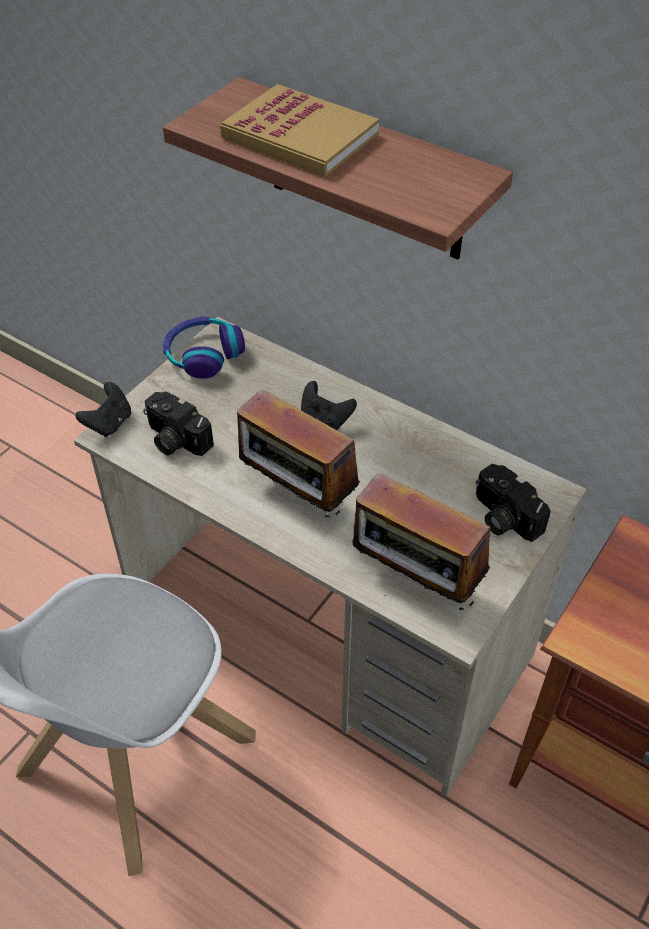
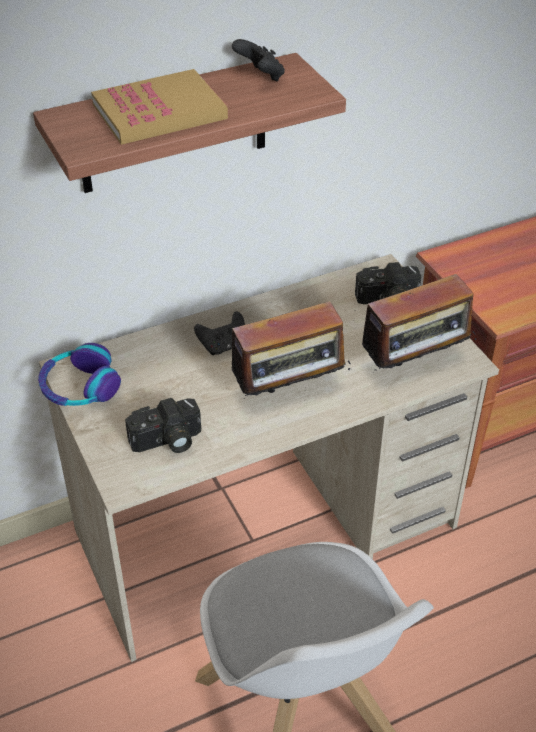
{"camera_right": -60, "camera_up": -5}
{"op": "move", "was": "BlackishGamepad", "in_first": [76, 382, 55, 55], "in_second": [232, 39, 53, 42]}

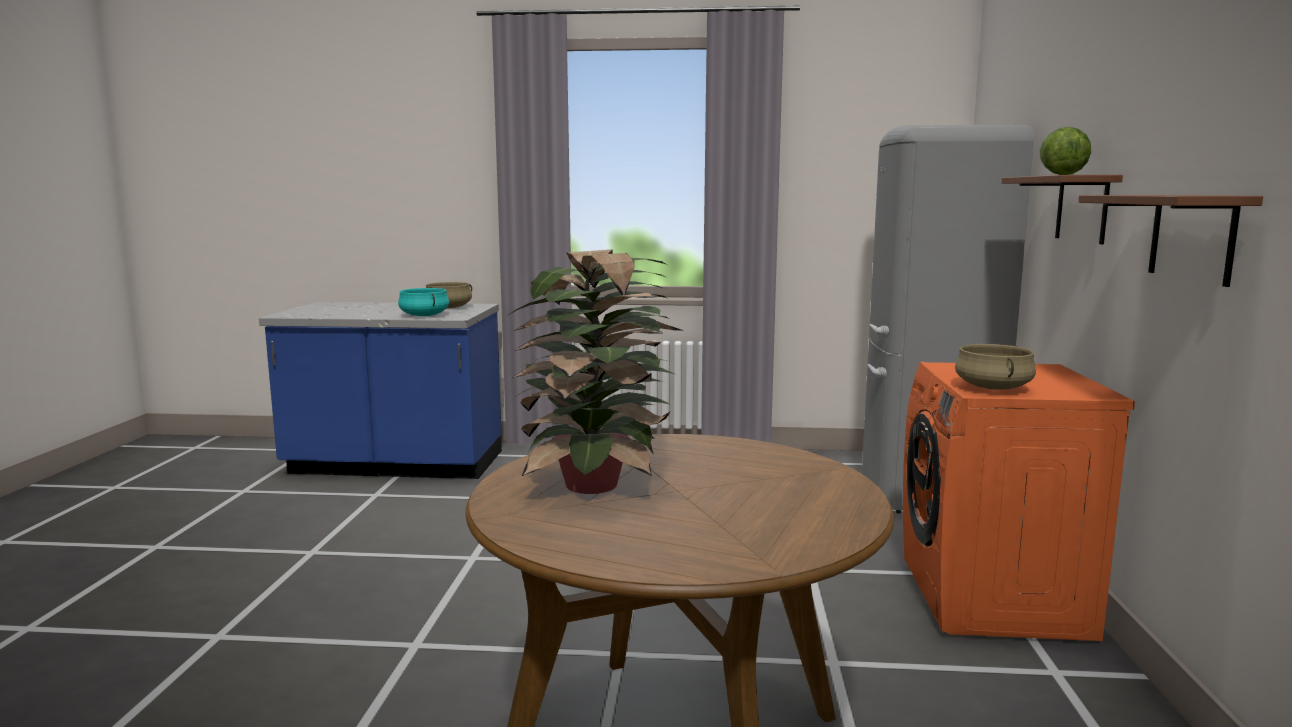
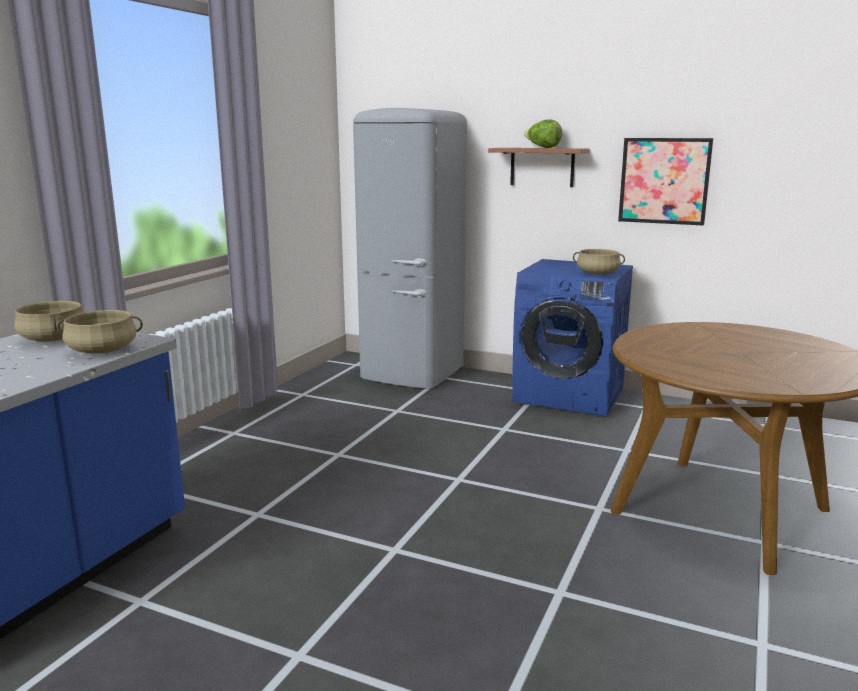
{"camera_right": -70, "camera_up": 5}
{"op": "delete", "was": "Houseplant", "in_first": [507, 249, 177, 245]}
{"op": "replace", "was": "BrownShelf", "now": "Picture", "in_first": [1078, 195, 185, 92], "in_second": [618, 138, 95, 88]}
{"op": "recolor", "was": "TurquoiseColouredCookingPot", "now": "BeigeColouredCookingPot", "in_first": [398, 288, 51, 28], "in_second": [57, 310, 86, 44]}
{"op": "recolor", "was": "OrangeyLaundryAppliance", "now": "BluishLaundryAppliance", "in_first": [903, 362, 232, 279], "in_second": [512, 259, 121, 157]}

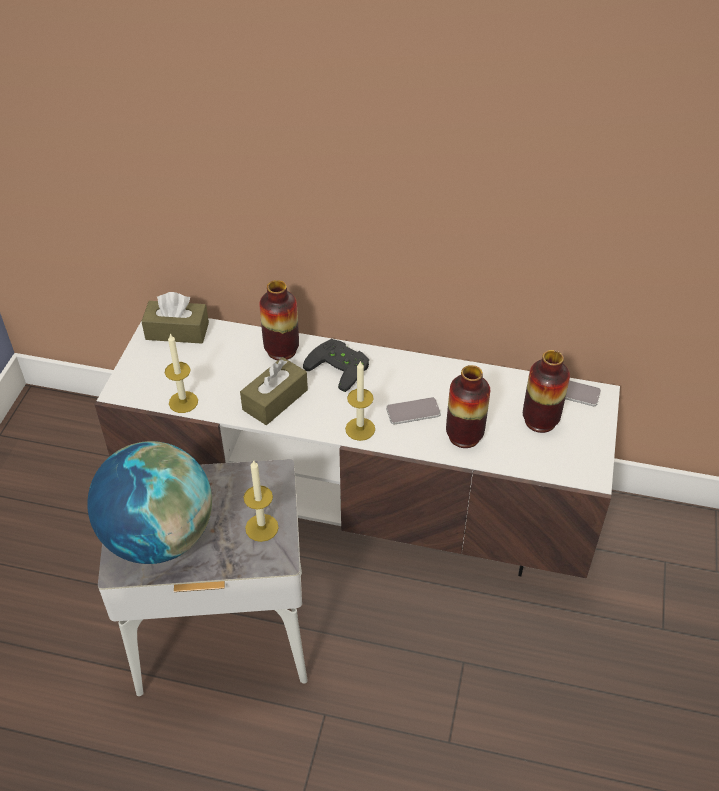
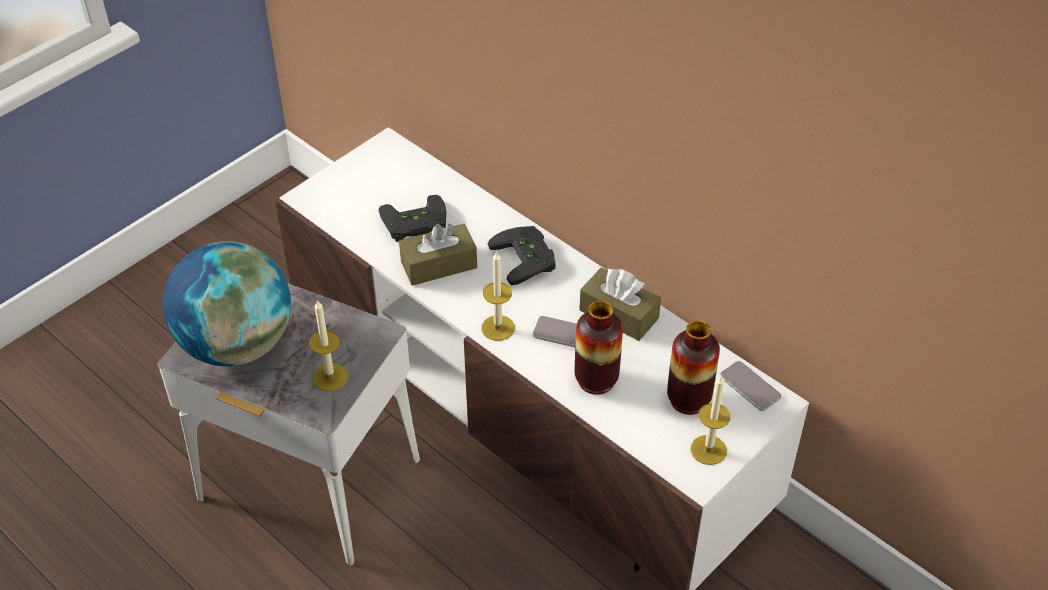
{"camera_right": 30, "camera_up": 0}
{"op": "delete", "was": "FlowerVase", "in_first": [259, 280, 40, 80]}
{"op": "insert", "now": "BlackishGamepad", "in_second": [378, 195, 68, 47]}
{"op": "move", "was": "BrownBoxOfTissues", "in_first": [141, 292, 68, 52], "in_second": [579, 268, 82, 73]}
{"op": "move", "was": "WaxCandle", "in_first": [165, 334, 33, 79], "in_second": [691, 376, 39, 89]}

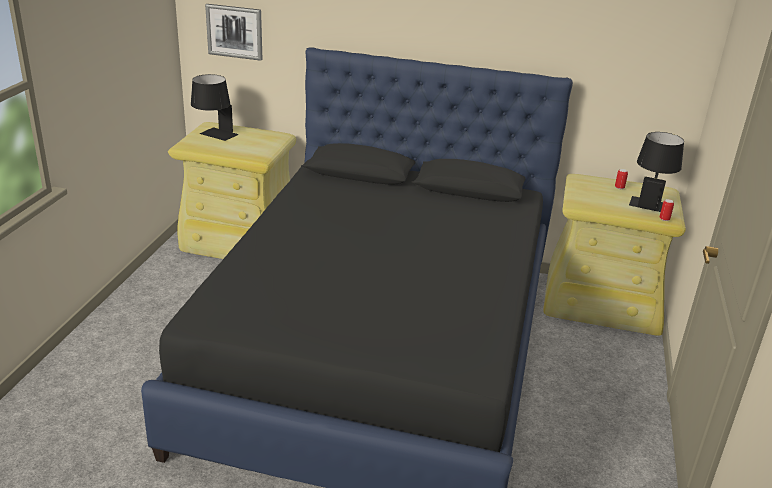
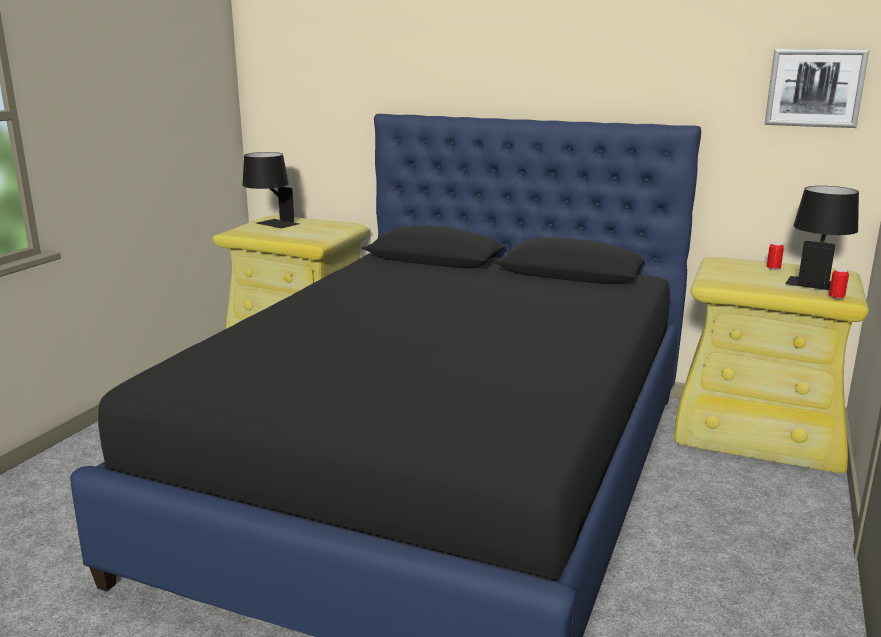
{"camera_right": 10, "camera_up": -10}
{"op": "move", "was": "Picture", "in_first": [205, 4, 57, 57], "in_second": [765, 49, 105, 79]}

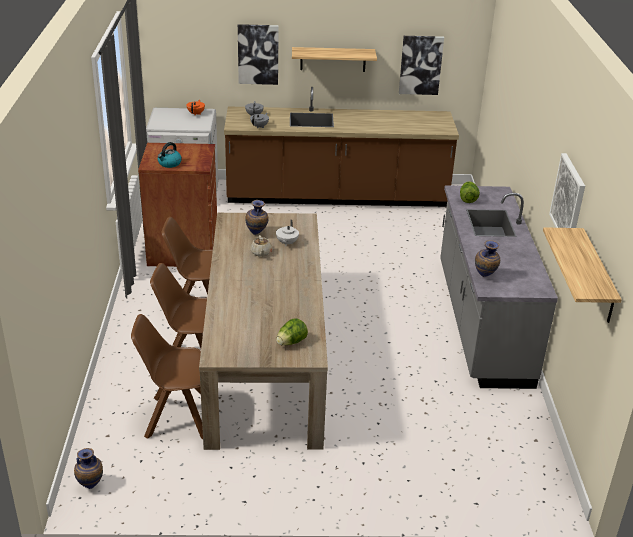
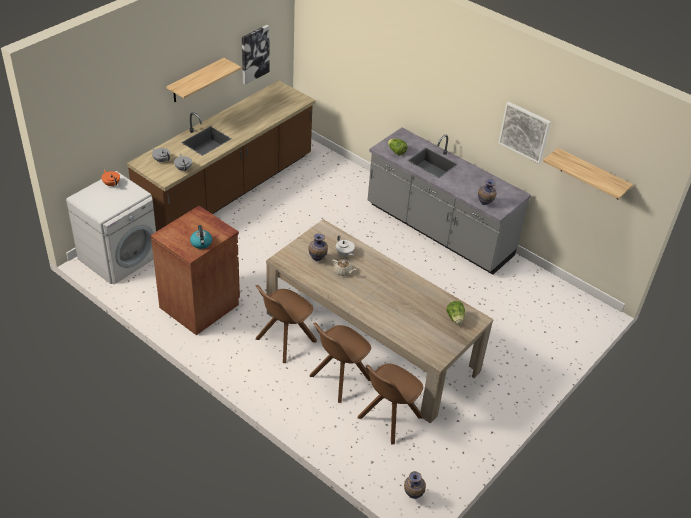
{"camera_right": -50, "camera_up": 10}
{"op": "delete", "was": "Picture", "in_first": [238, 24, 41, 61]}

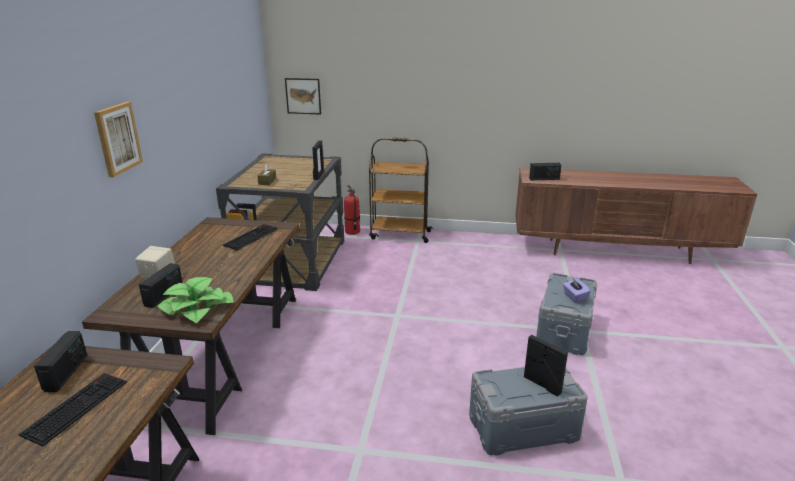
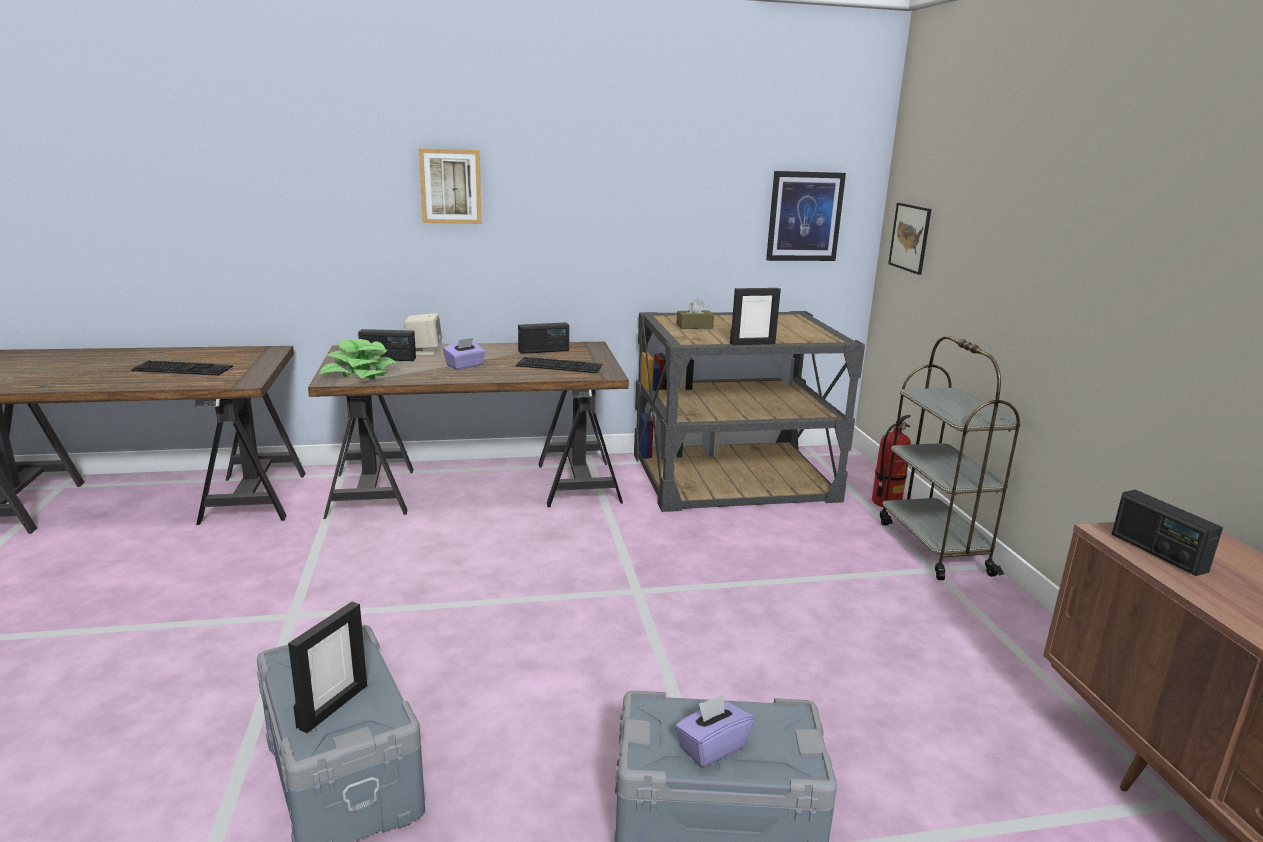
{"camera_right": 70, "camera_up": -5}
{"op": "insert", "now": "PurplishBoxOfTissues", "in_second": [443, 338, 43, 32]}
{"op": "insert", "now": "Picture", "in_second": [766, 171, 80, 90]}
{"op": "move", "was": "Radio", "in_first": [34, 331, 53, 61], "in_second": [518, 323, 51, 31]}
{"op": "recolor", "was": "BrownTrolley", "now": "GreyTrolley", "in_first": [369, 137, 64, 106], "in_second": [880, 336, 141, 244]}

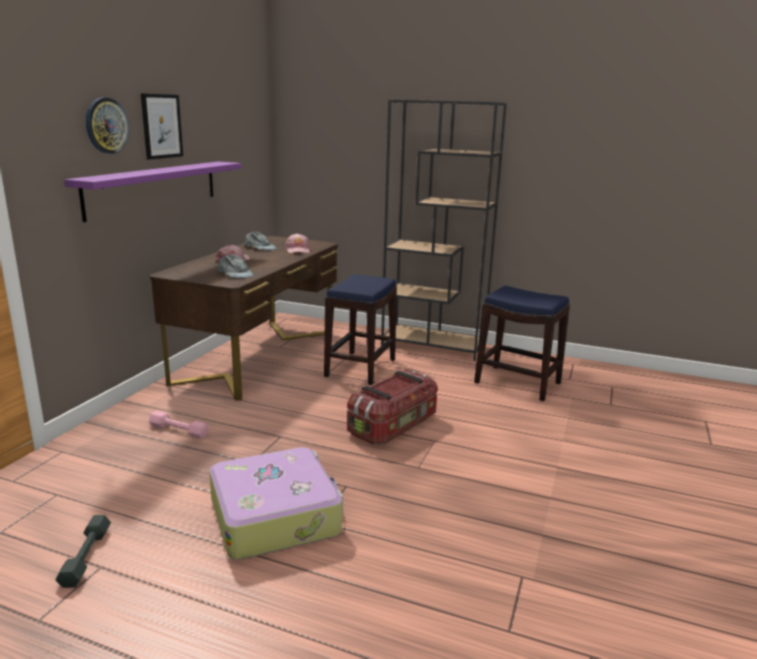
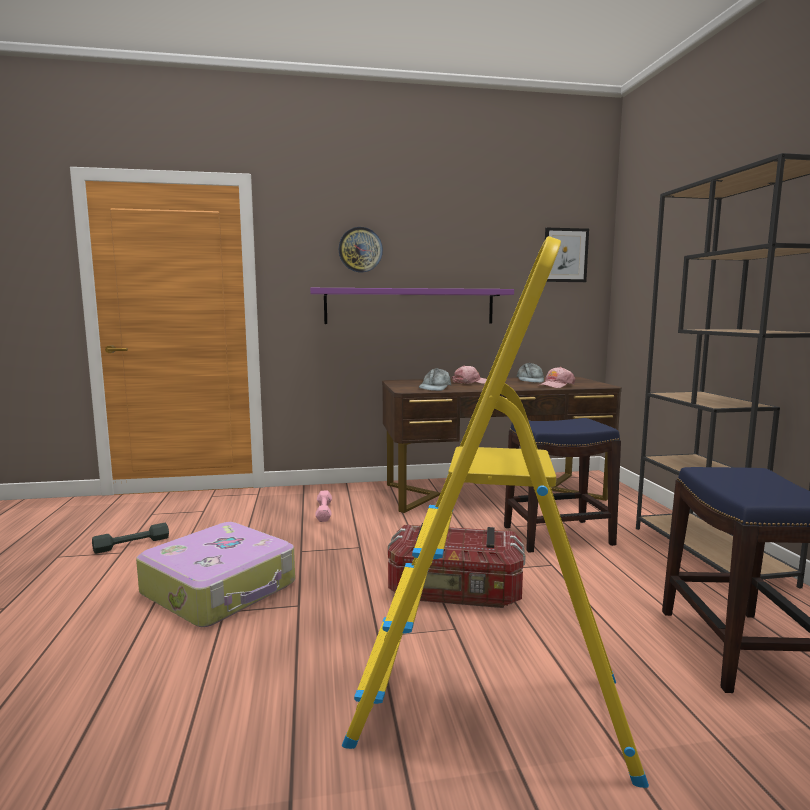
{"camera_right": 60, "camera_up": -10}
{"op": "insert", "now": "YellowishStepStool", "in_second": [342, 236, 307, 552]}
{"op": "move", "was": "Picture", "in_first": [141, 94, 42, 66], "in_second": [545, 228, 44, 54]}

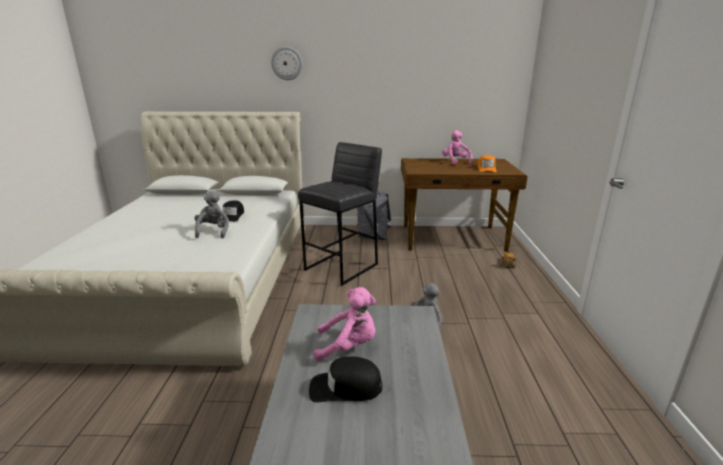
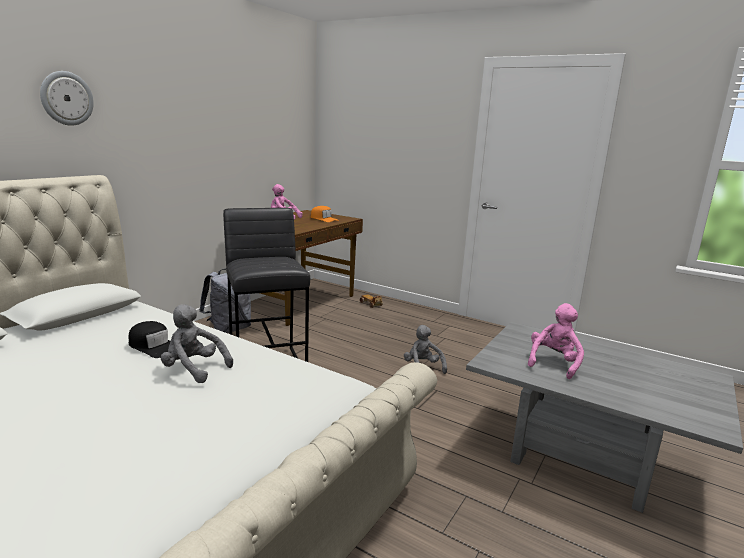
{"camera_right": -60, "camera_up": -5}
{"op": "delete", "was": "BlackishCap", "in_first": [309, 357, 73, 45]}

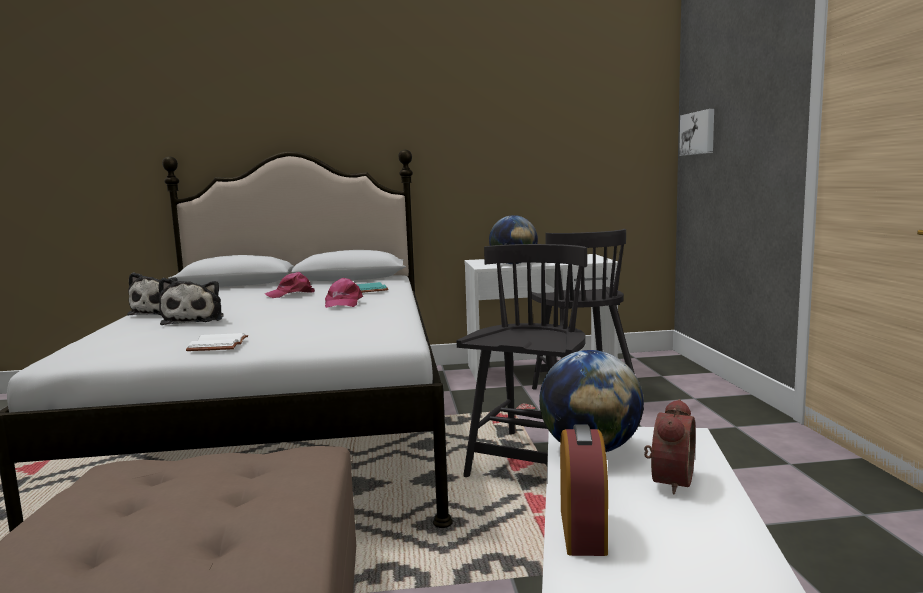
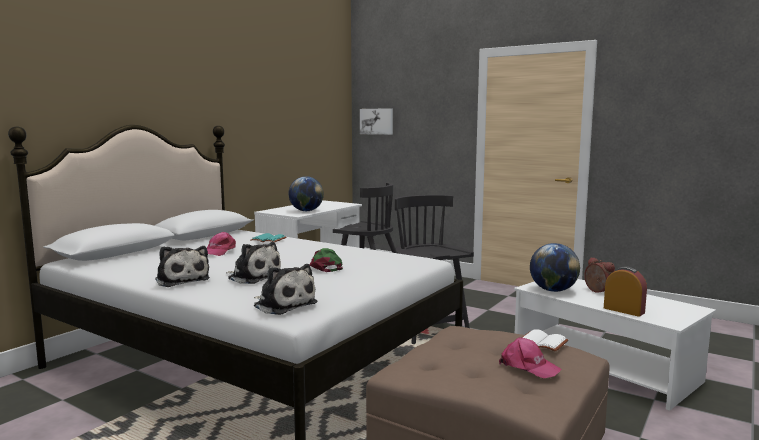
{"camera_right": -50, "camera_up": 0}
{"op": "insert", "now": "PlushToy", "in_second": [254, 264, 63, 51]}
{"op": "insert", "now": "GreenCap", "in_second": [310, 248, 33, 24]}
{"op": "move", "was": "WhitishBoundBook", "in_first": [186, 333, 62, 18], "in_second": [522, 329, 46, 23]}
{"op": "move", "was": "PinkCap", "in_first": [325, 278, 38, 30], "in_second": [499, 337, 63, 41]}

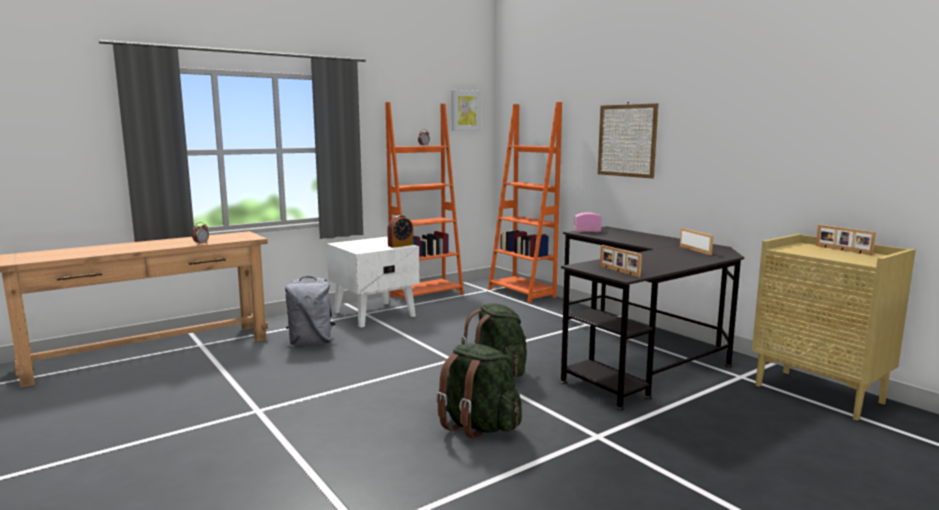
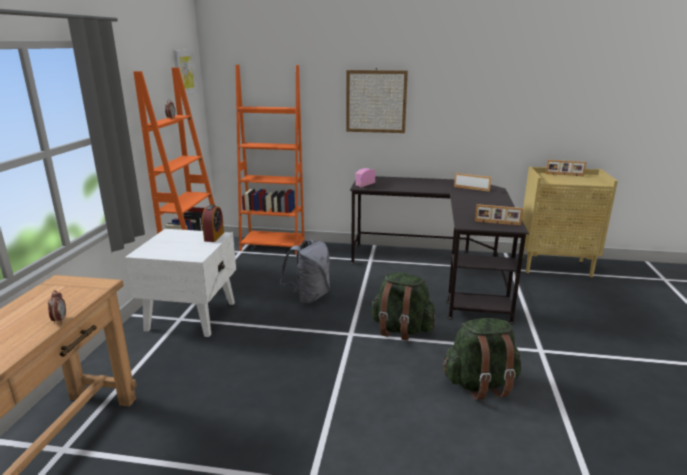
{"camera_right": -45, "camera_up": 10}
{"op": "move", "was": "GreyBackpack", "in_first": [285, 276, 50, 69], "in_second": [280, 240, 50, 64]}

